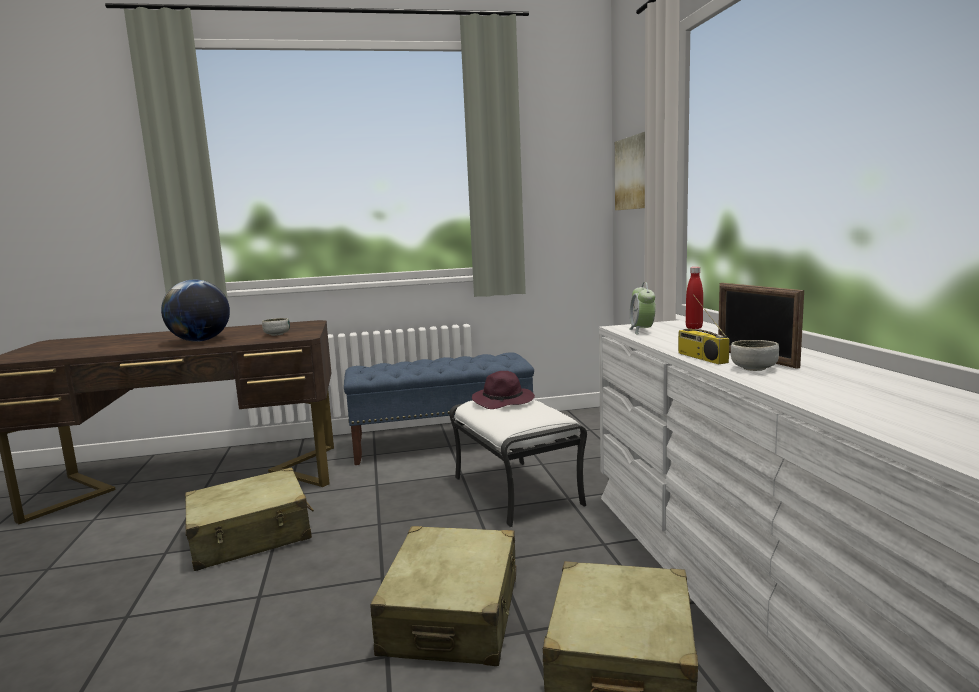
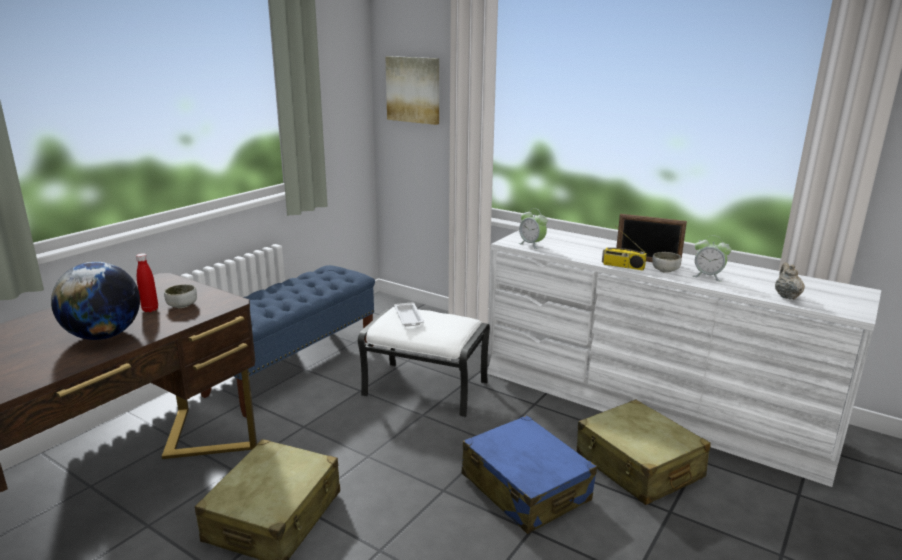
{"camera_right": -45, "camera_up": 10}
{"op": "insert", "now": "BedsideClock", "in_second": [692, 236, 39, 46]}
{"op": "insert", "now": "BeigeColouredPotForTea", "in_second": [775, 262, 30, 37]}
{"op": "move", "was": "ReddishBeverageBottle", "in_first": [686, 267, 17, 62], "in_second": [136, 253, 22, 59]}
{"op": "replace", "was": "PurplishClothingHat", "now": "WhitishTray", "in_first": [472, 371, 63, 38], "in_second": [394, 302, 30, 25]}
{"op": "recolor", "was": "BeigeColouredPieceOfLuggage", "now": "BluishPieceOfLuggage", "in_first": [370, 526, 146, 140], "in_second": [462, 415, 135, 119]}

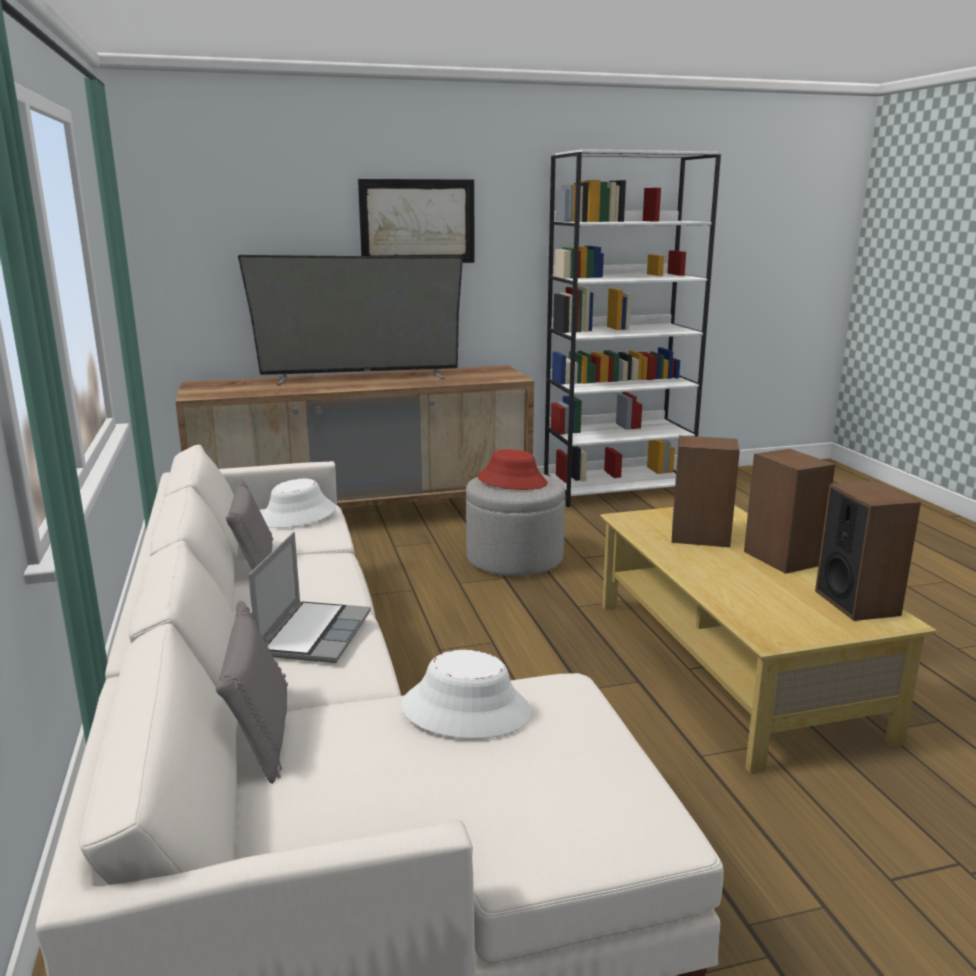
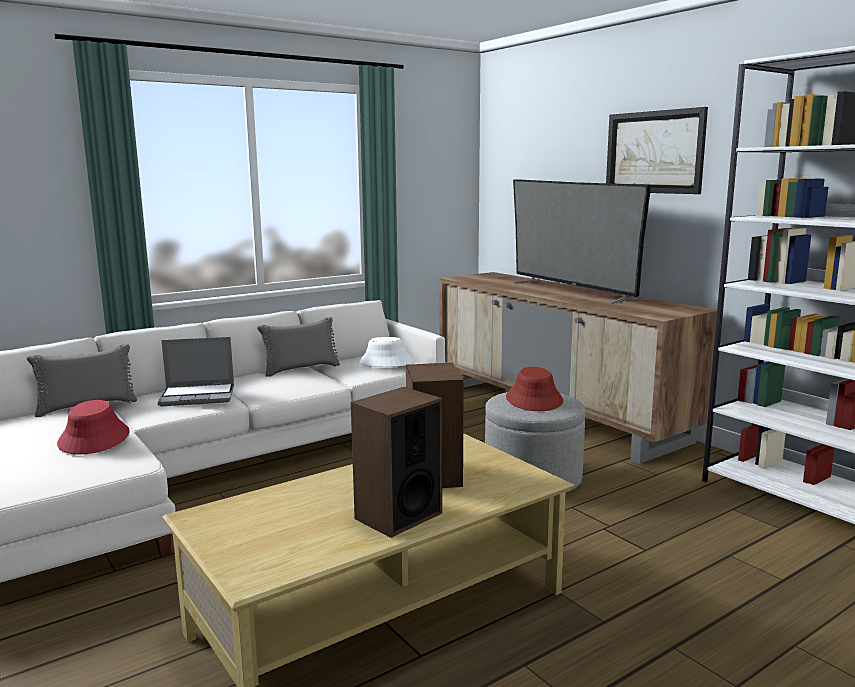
{"camera_right": 70, "camera_up": -5}
{"op": "delete", "was": "AudioSpeaker", "in_first": [815, 481, 106, 140]}
{"op": "recolor", "was": "WhitishClothingHat", "now": "ReddishClothingHat", "in_first": [401, 650, 131, 89], "in_second": [57, 400, 73, 55]}

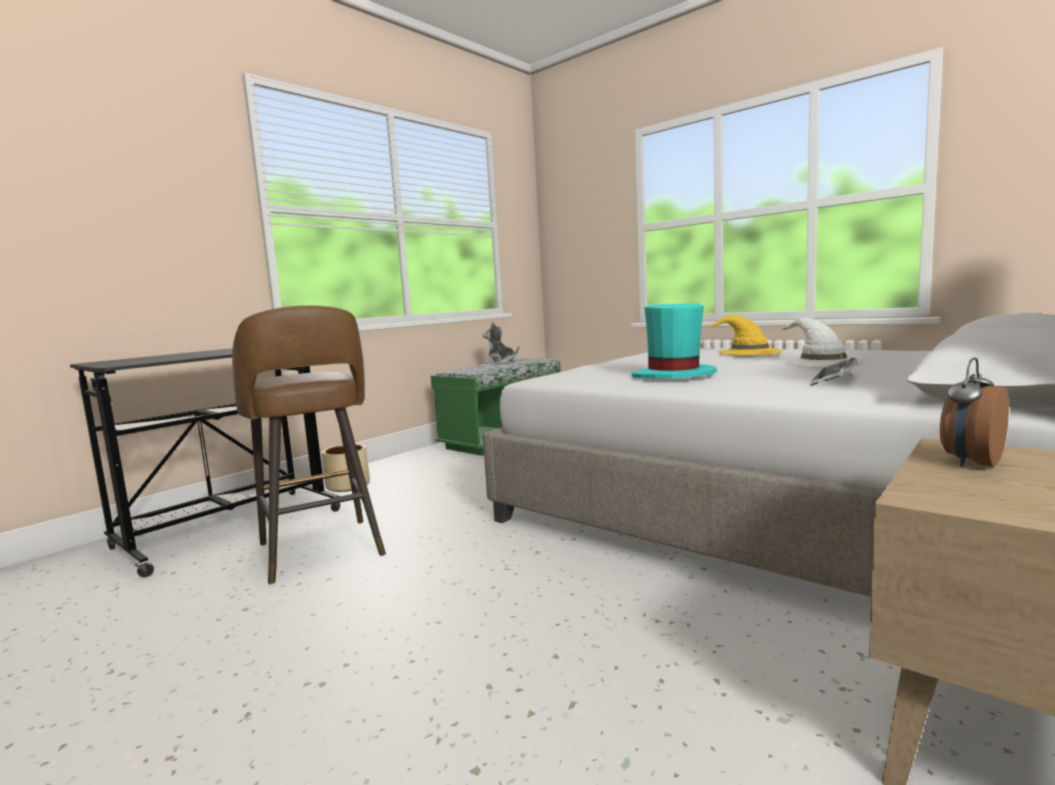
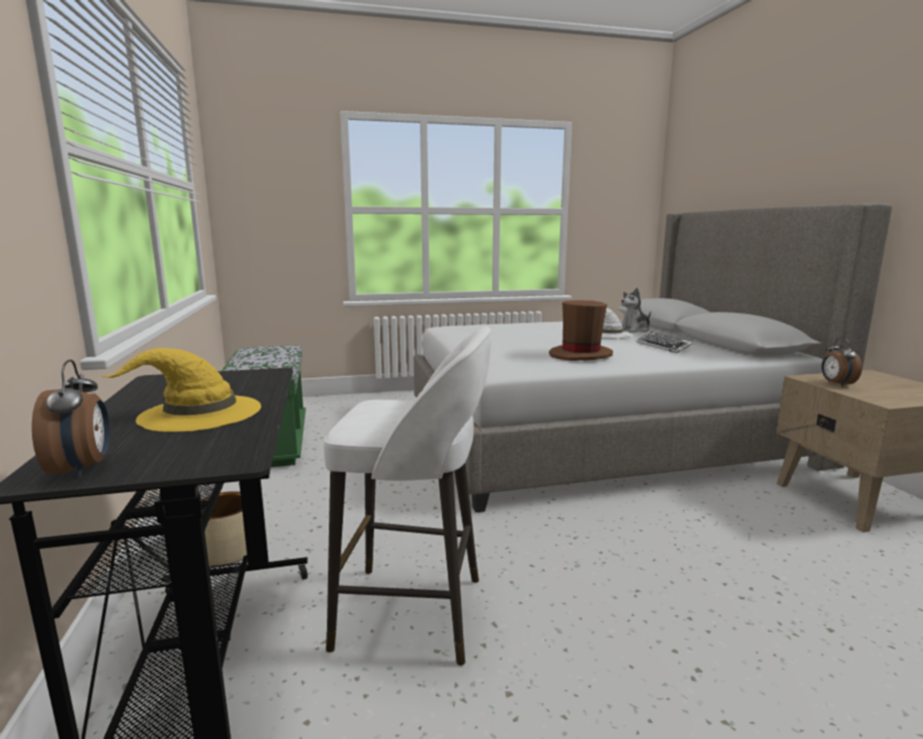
{"camera_right": -55, "camera_up": 5}
{"op": "insert", "now": "BedsideClock", "in_second": [32, 359, 78, 119]}
{"op": "move", "was": "PlushToy", "in_first": [482, 322, 37, 42], "in_second": [621, 288, 30, 45]}
{"op": "move", "was": "YellowishClothingHat", "in_first": [708, 315, 75, 40], "in_second": [100, 348, 161, 84]}
{"op": "recolor", "was": "BrownStool", "now": "WhitishStool", "in_first": [232, 305, 154, 279], "in_second": [324, 327, 167, 339]}
{"op": "recolor", "was": "TurquoiseColouredClothingHat", "now": "BrownClothingHat", "in_first": [632, 304, 85, 75], "in_second": [549, 300, 64, 61]}

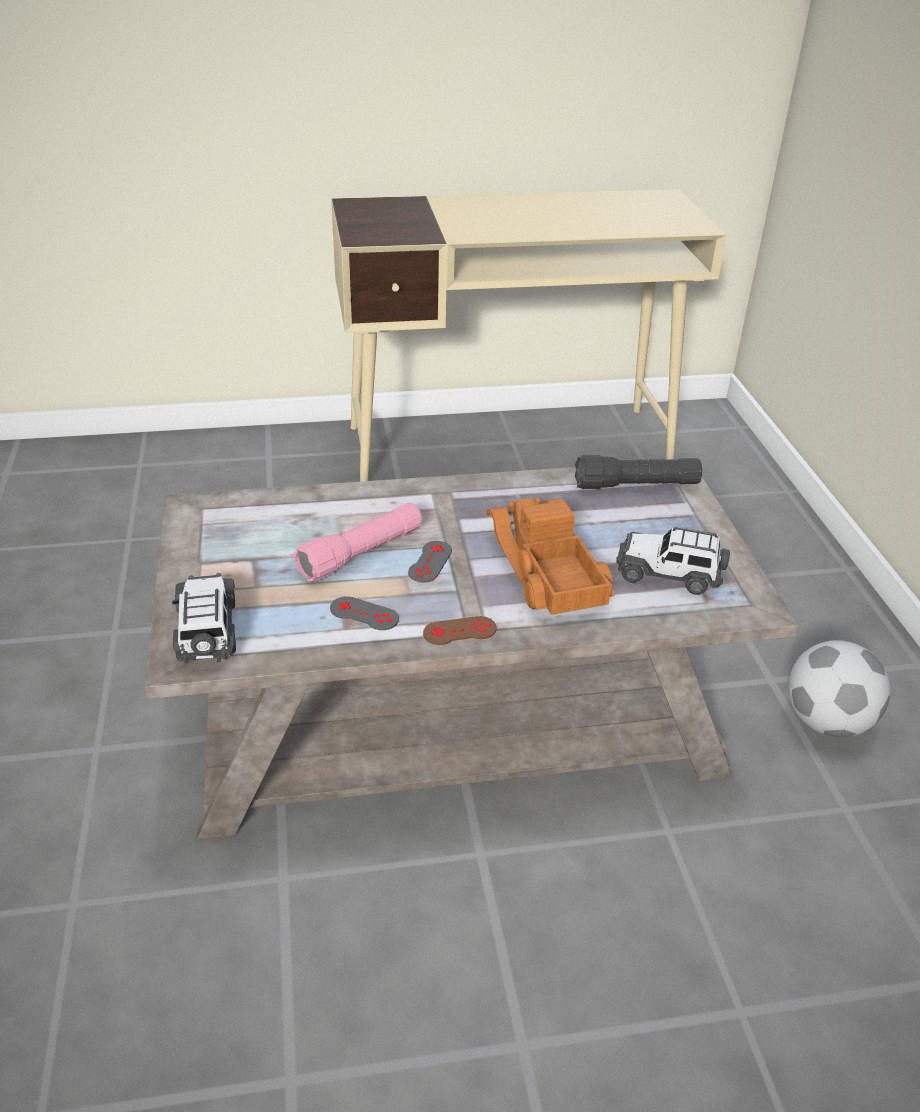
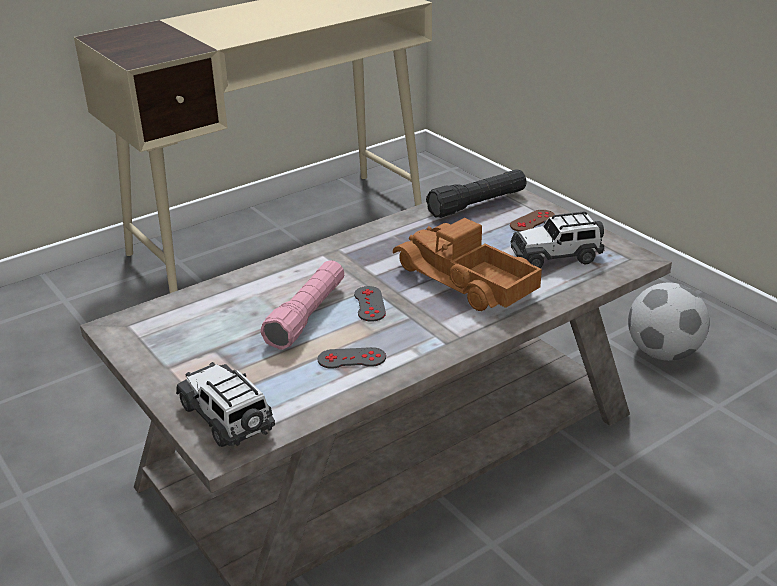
{"camera_right": -25, "camera_up": -5}
{"op": "move", "was": "BrownGamepad", "in_first": [423, 616, 74, 29], "in_second": [510, 210, 45, 21]}

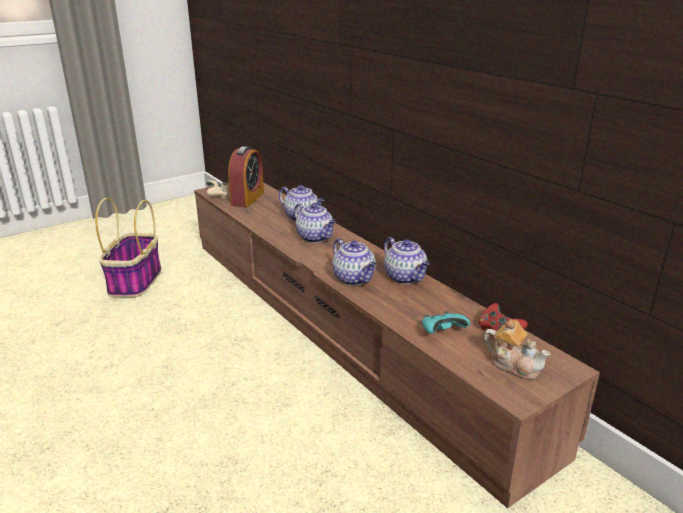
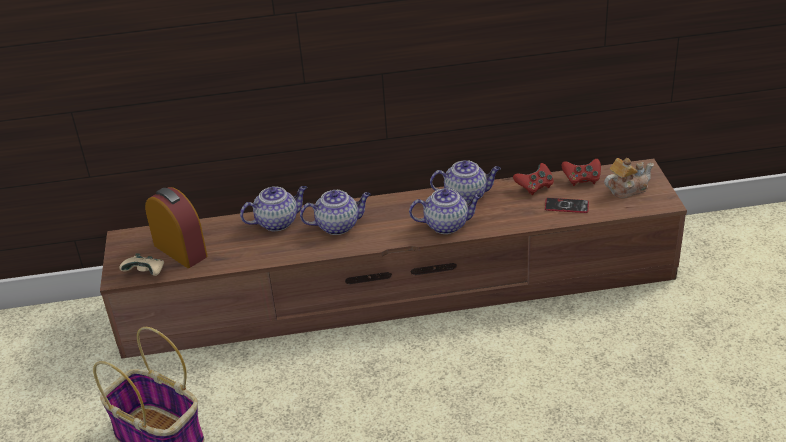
{"camera_right": -60, "camera_up": 10}
{"op": "insert", "now": "ReddishGamepad", "in_second": [513, 163, 41, 32]}
{"op": "replace", "was": "TurquoiseColouredGamepad", "now": "Phone", "in_first": [422, 311, 48, 23], "in_second": [545, 198, 44, 15]}

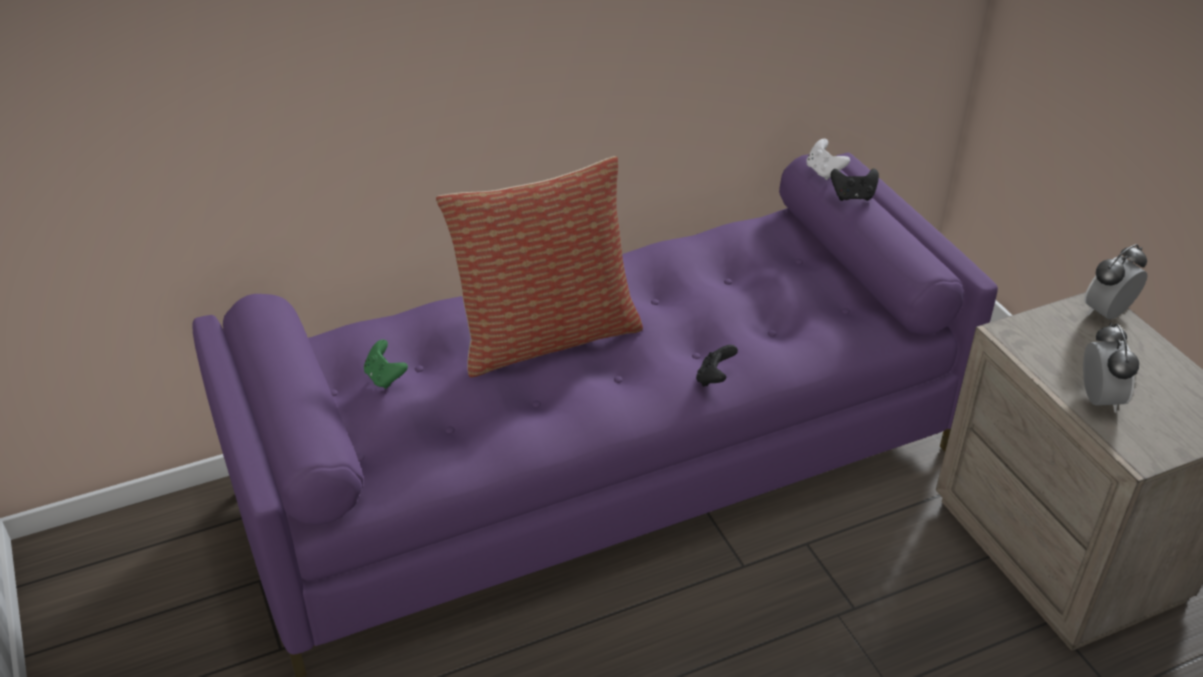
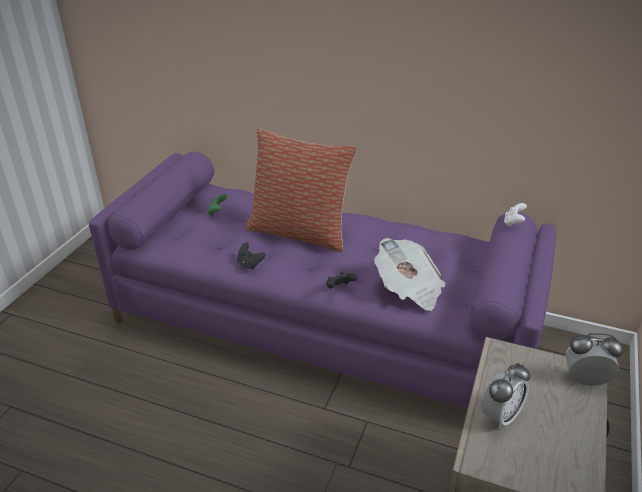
{"camera_right": 45, "camera_up": -5}
{"op": "insert", "now": "PrintedPaper", "in_second": [374, 238, 72, 73]}
{"op": "move", "was": "BlackishGamepad", "in_first": [831, 168, 48, 33], "in_second": [237, 243, 28, 27]}

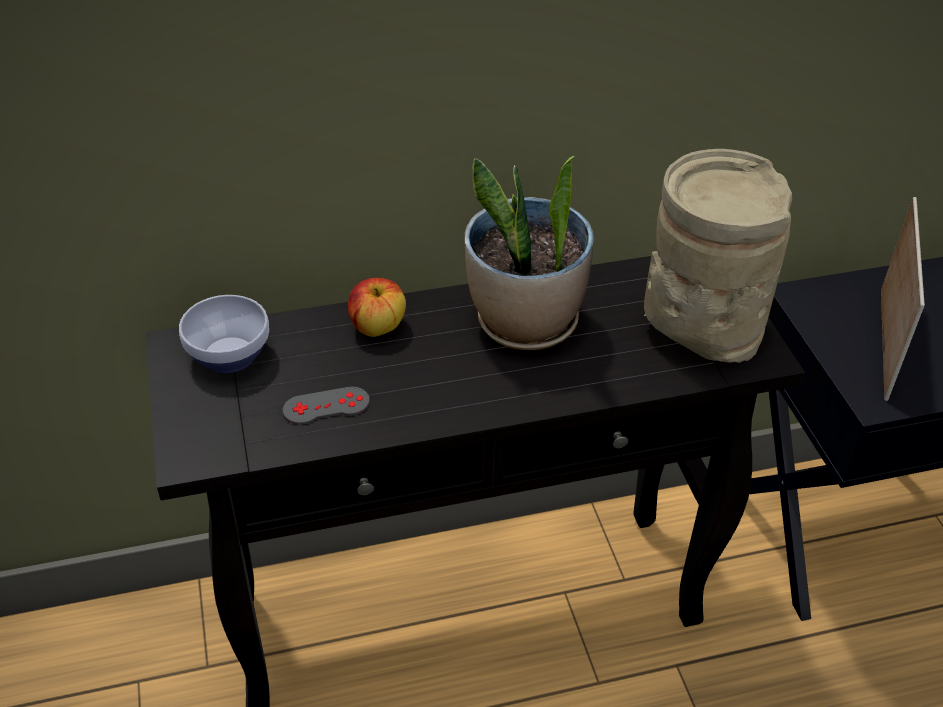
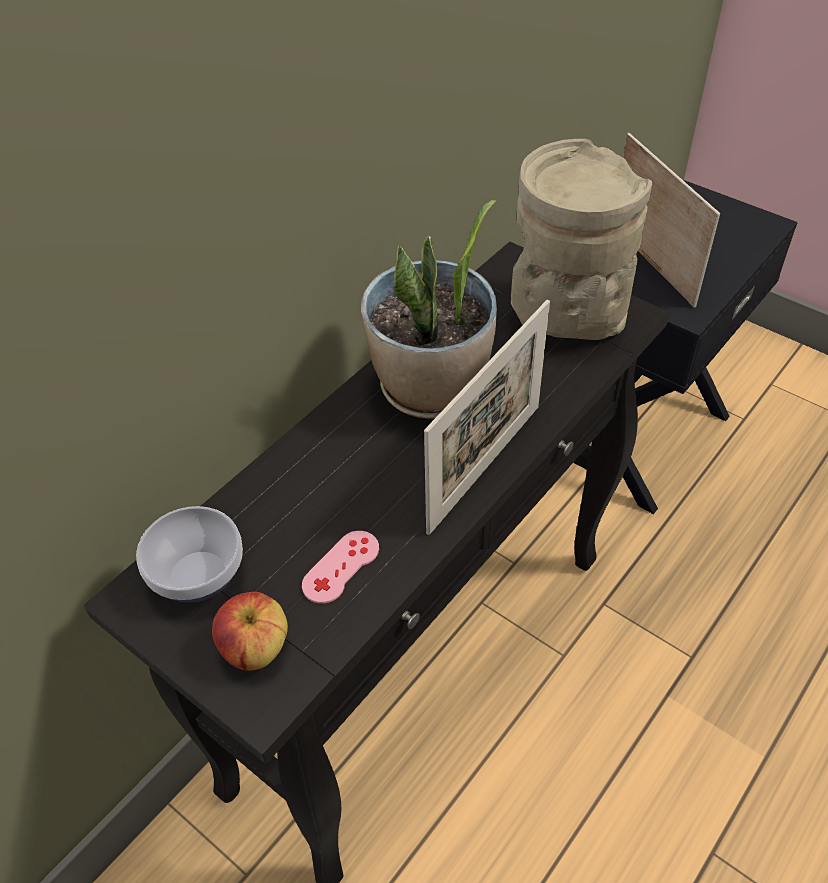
{"camera_right": -35, "camera_up": 5}
{"op": "insert", "now": "PictureFrame", "in_second": [424, 300, 126, 235]}
{"op": "move", "was": "AppleFruit", "in_first": [348, 278, 58, 59], "in_second": [212, 592, 76, 79]}
{"op": "recolor", "was": "GreyGamepad", "now": "PinkGamepad", "in_first": [283, 386, 87, 39], "in_second": [302, 531, 77, 73]}

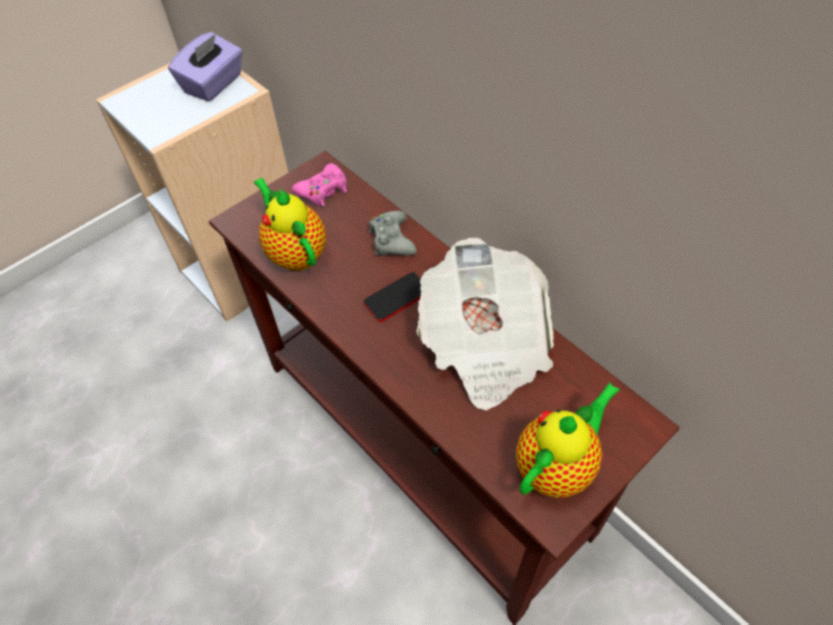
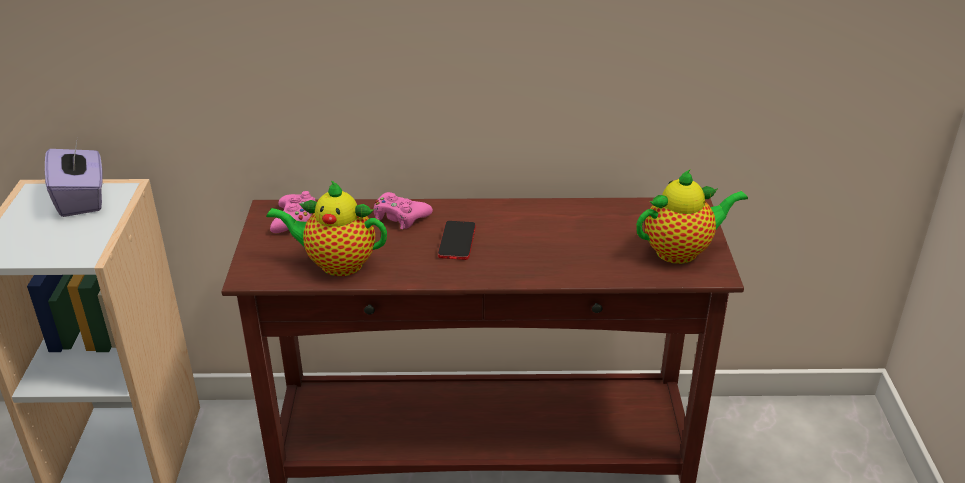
{"camera_right": -50, "camera_up": -20}
{"op": "delete", "was": "PrintedPaper", "in_first": [417, 237, 137, 173]}
{"op": "recolor", "was": "GreyGamepad", "now": "PinkGamepad", "in_first": [369, 211, 48, 45], "in_second": [374, 192, 59, 37]}
{"op": "rotate", "was": "PotForTea", "in_first": [516, 382, 104, 116], "in_second": [636, 169, 112, 95], "clockwise": 75}

